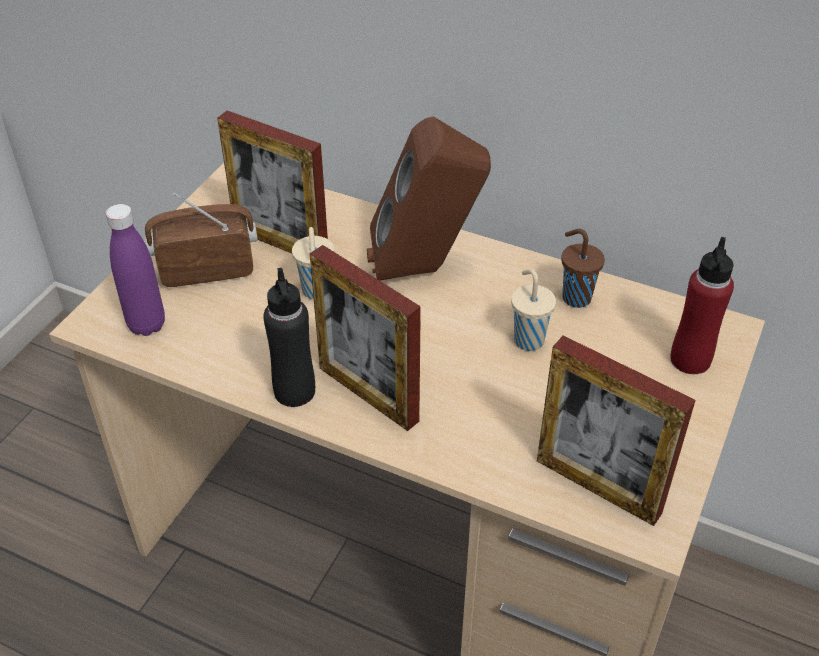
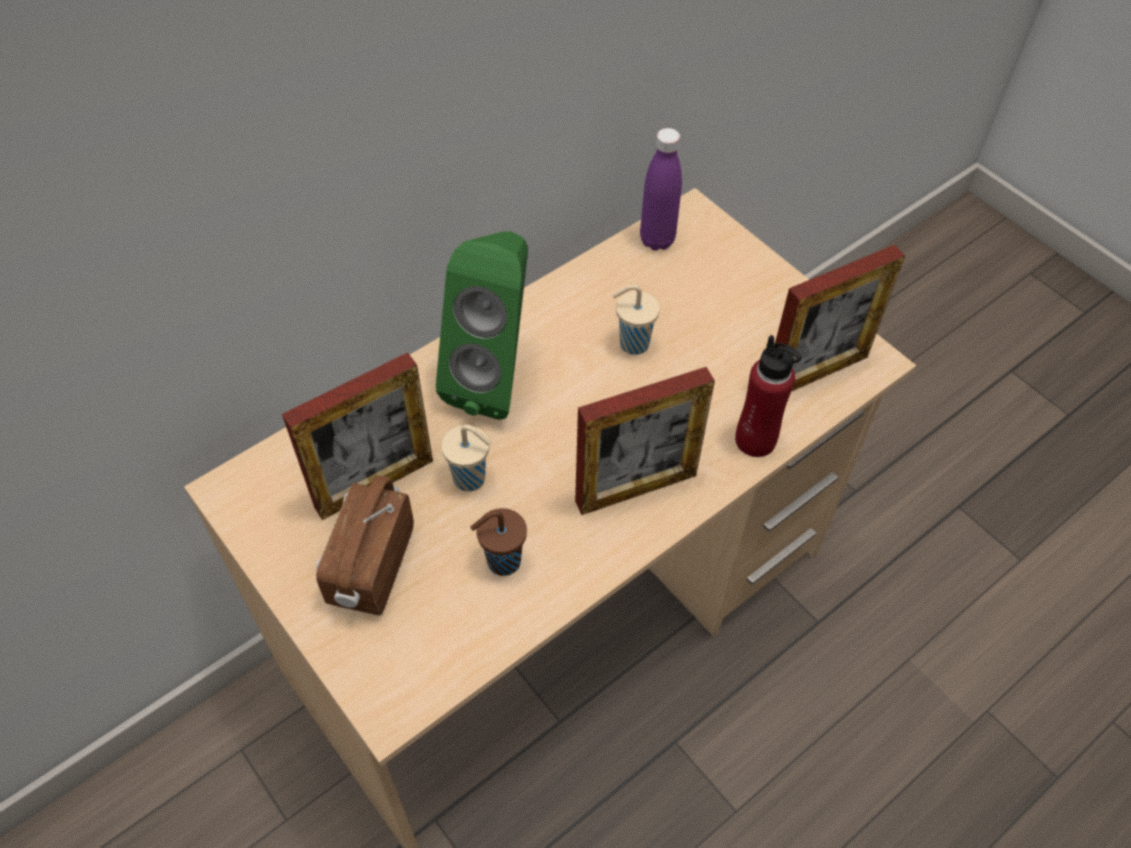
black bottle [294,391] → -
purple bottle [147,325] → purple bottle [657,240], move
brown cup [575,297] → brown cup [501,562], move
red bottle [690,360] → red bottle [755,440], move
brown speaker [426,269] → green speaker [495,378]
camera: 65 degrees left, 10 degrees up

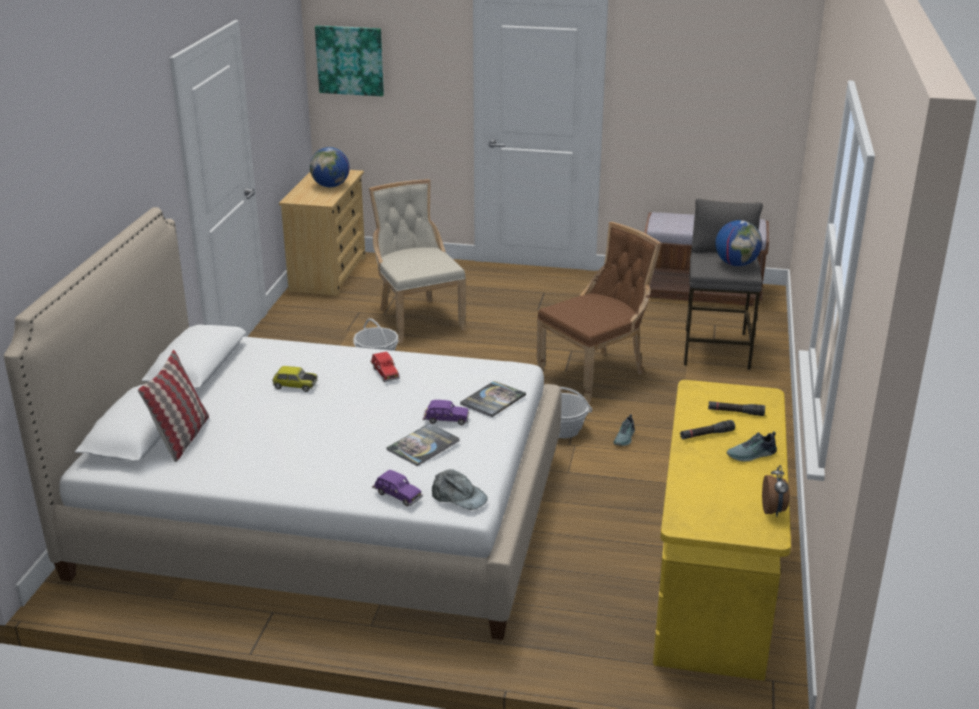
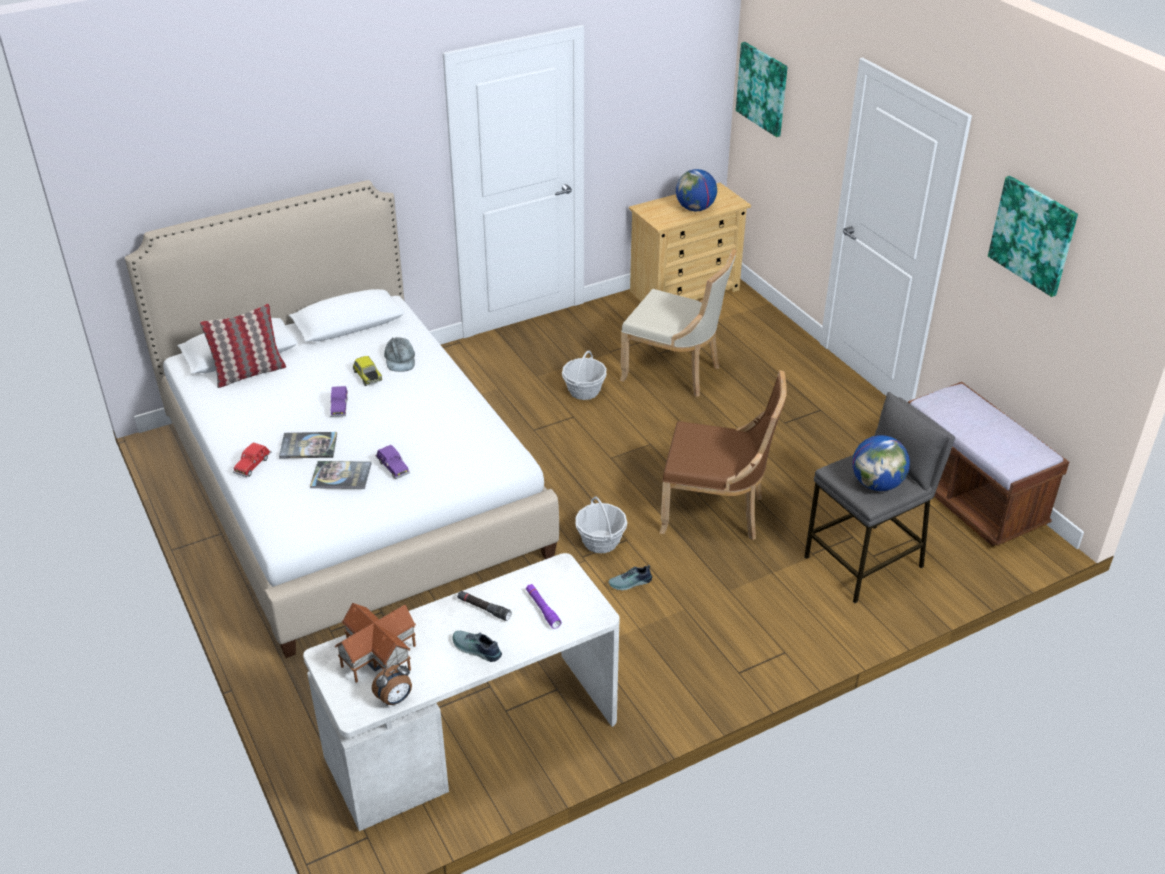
- → toy house [378,657]
- → picture [1033,235]
red toy car [385,373] → red toy car [253,465], move
purple toy car [397,496] → purple toy car [339,407], move
grey cap [459,497] → grey cap [400,359], move
book [493,400] → book [308,446], move
yellow desk [715,579] → white desk [473,739]
black flashlight [735,412] → purple flashlight [542,609]
beige chair [417,319] → beige chair [675,373], 90 degrees clockwise
camera: 50 degrees right, 10 degrees up

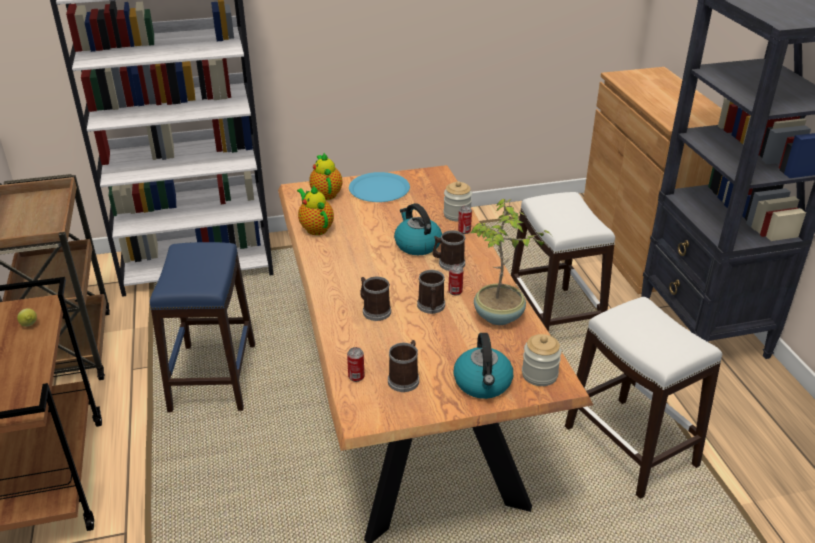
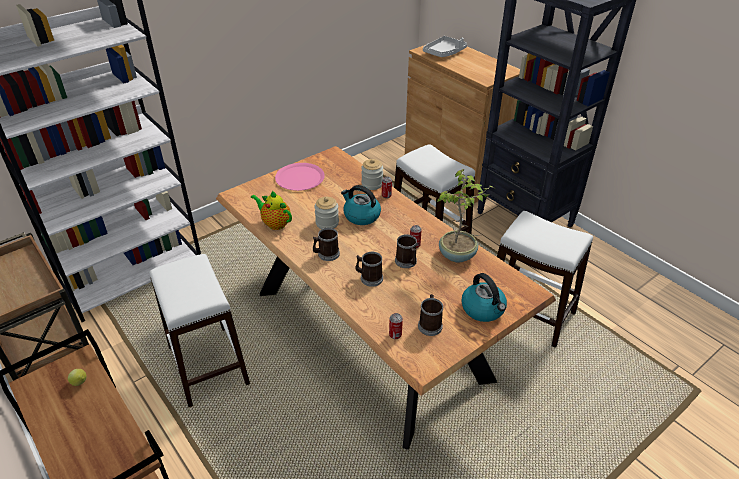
teapot [326,193] → -
- → grey tray [444,52]
mug [448,263] → mug [326,254], move
jar [539,375] → jar [327,223], move
blue stool [212,377] → white stool [207,365]
blue plate [379,189] → pink plate [299,178]
camera: 25 degrees left, 5 degrees up

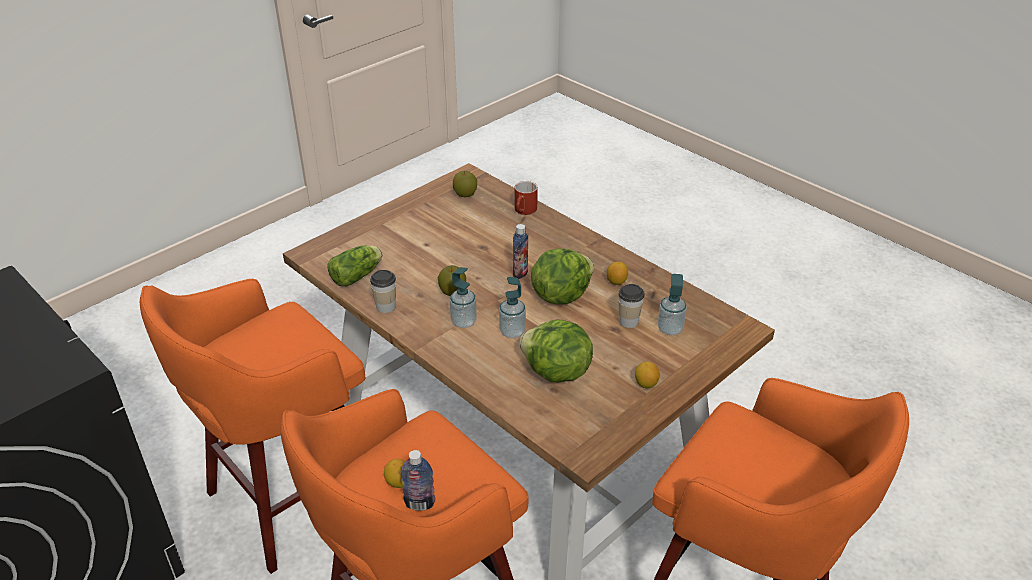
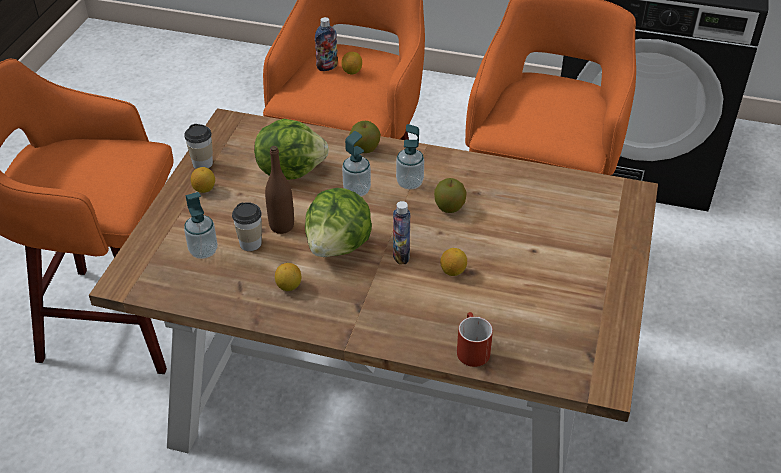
lettuce [358,275] → -
- → brown bottle [281,226]
- → lemon [453,271]
cup [386,307] → cup [202,163], move
apple [465,194] → apple [365,149], move
camera: 150 degrees right, 5 degrees up

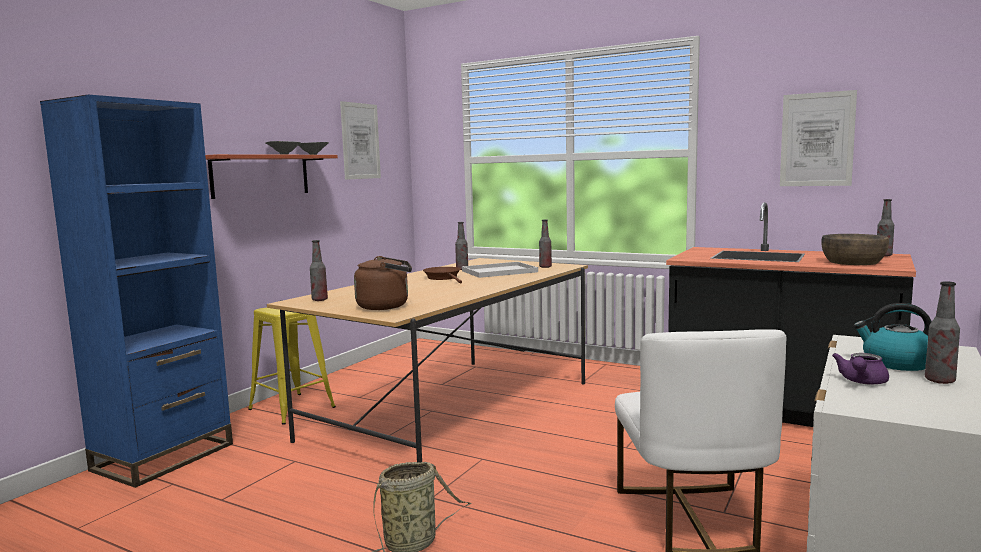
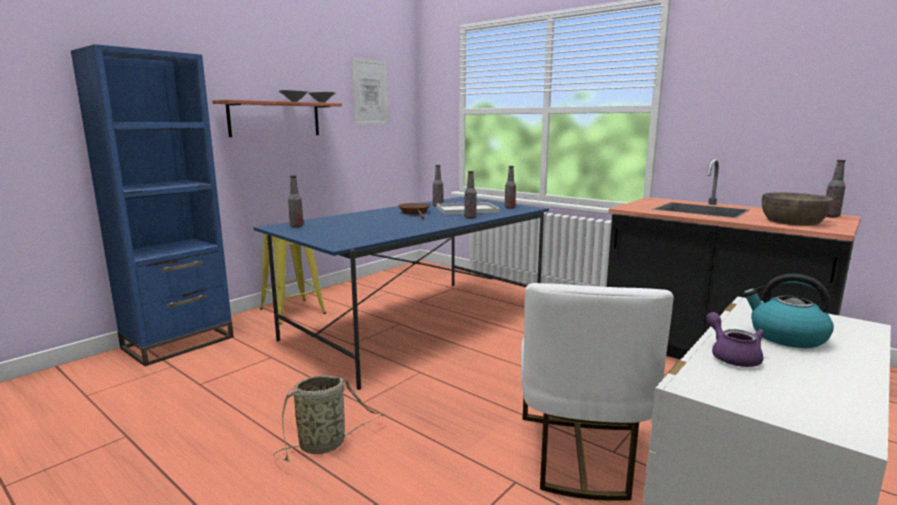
brown kettle [386,306] → -
picture [817,139] → -
bottle [939,380] → bottle [470,218], move
beige dining table [452,410] → blue dining table [417,325]
purple teapot [861,382] → purple teapot [732,356], 120 degrees clockwise
camera: 10 degrees right, 5 degrees up

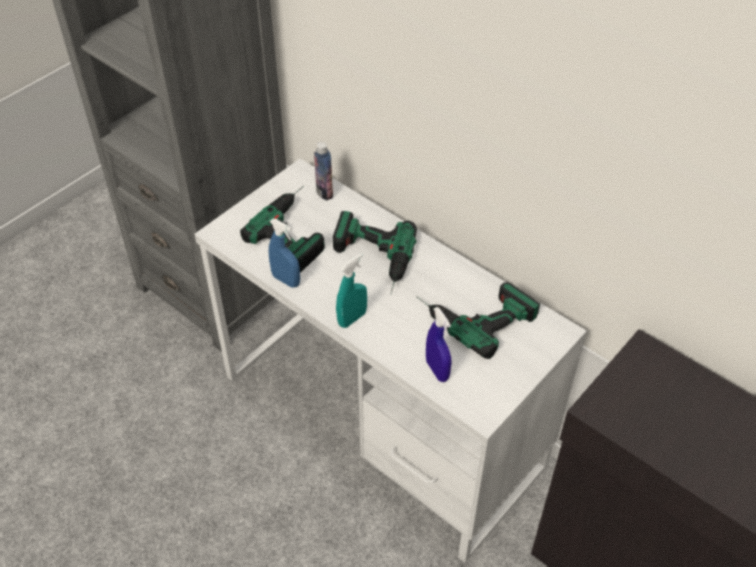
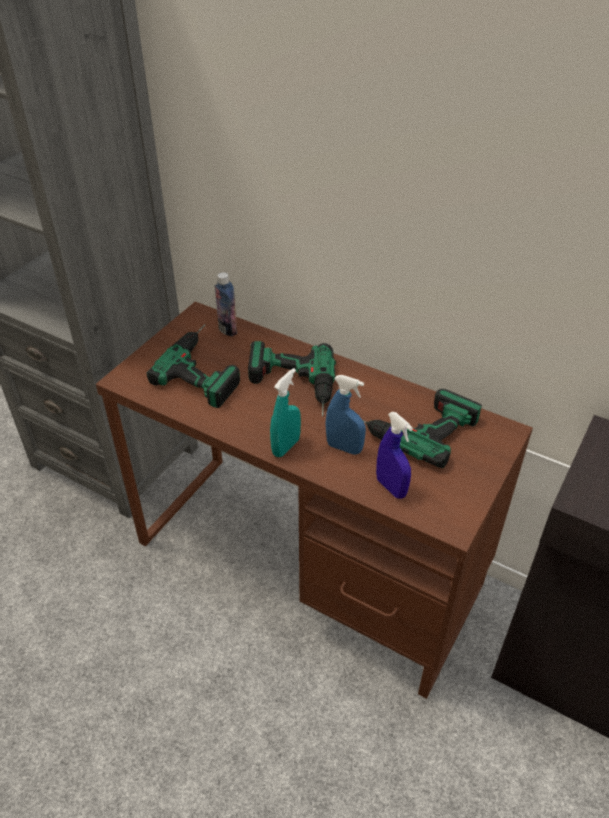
blue spray bottle [286,280] → blue spray bottle [344,448], move
white desk [381,420] → brown desk [307,563]
camera: 10 degrees left, 5 degrees down

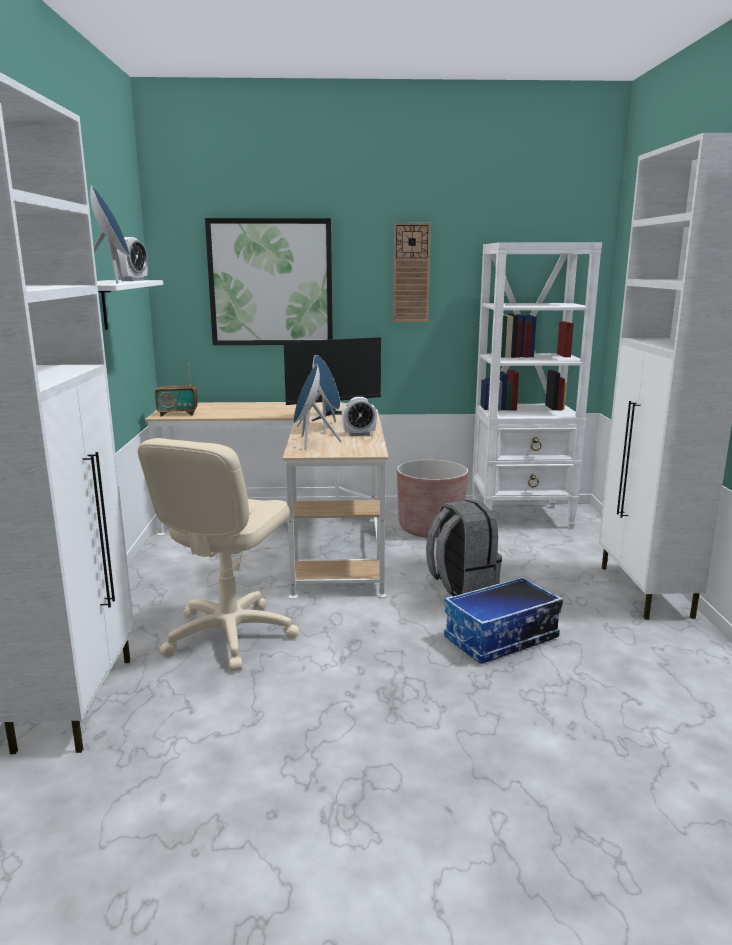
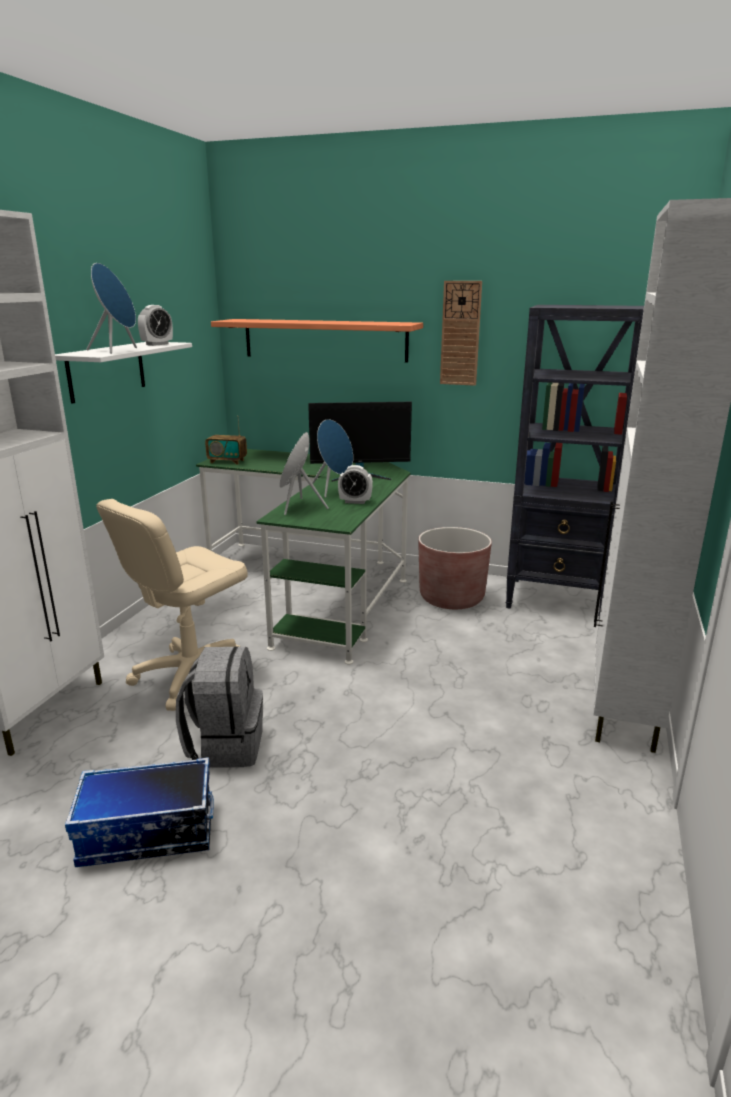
grey backpack [461,585] → grey backpack [225,745], move
storage box [501,639] → storage box [147,834], move
picture [271,283] → shelf [324,340]
beige desk [292,536] → green desk [317,586]
white bookcase [522,517] → black bookcase [557,599]
camera: 20 degrees right, 5 degrees up

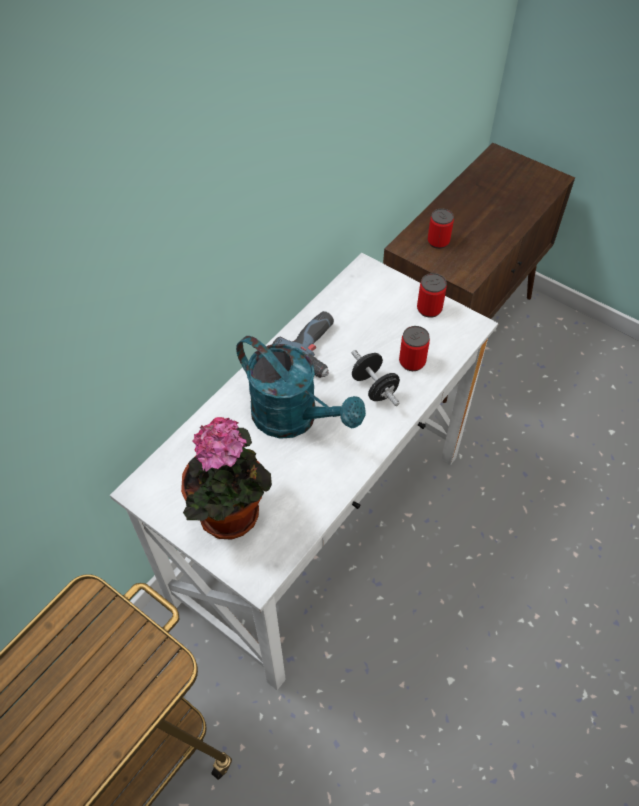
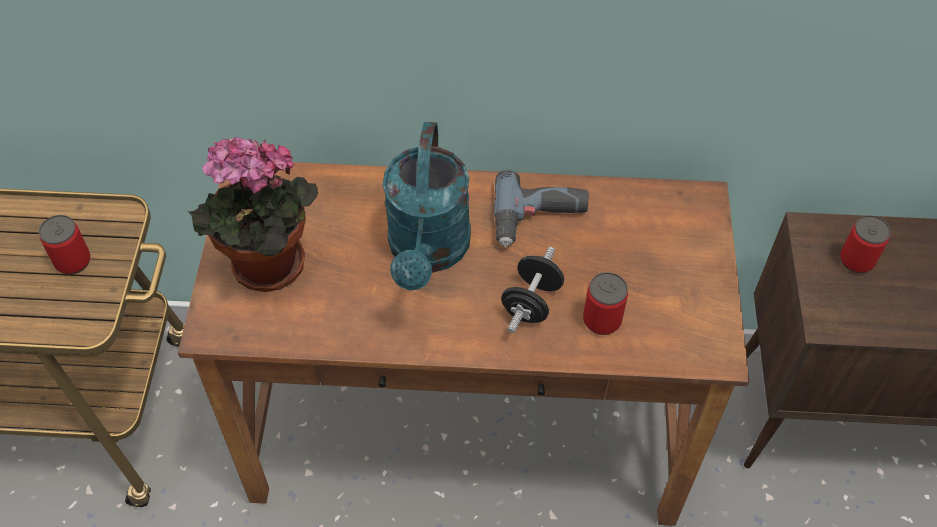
can [429,309] → can [73,261], move
white desk [319,525] → brown desk [467,427]
camera: 55 degrees right, 0 degrees up

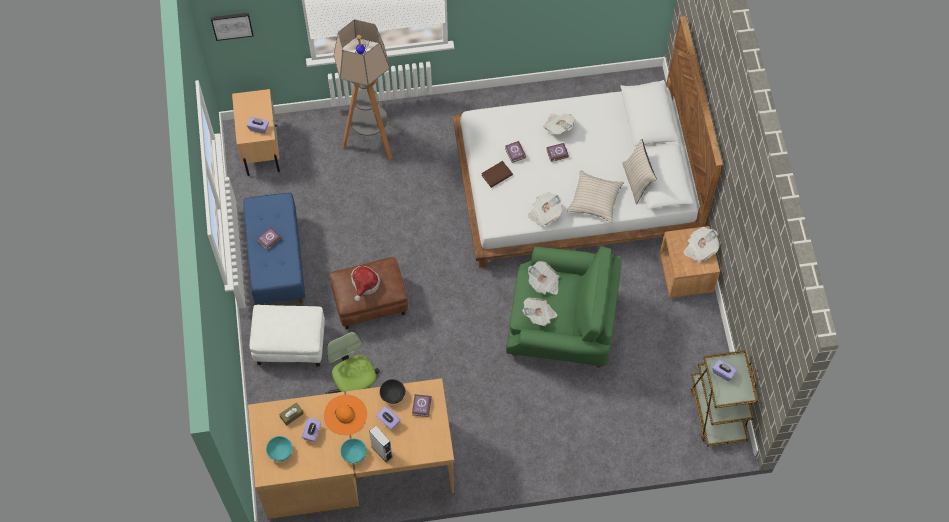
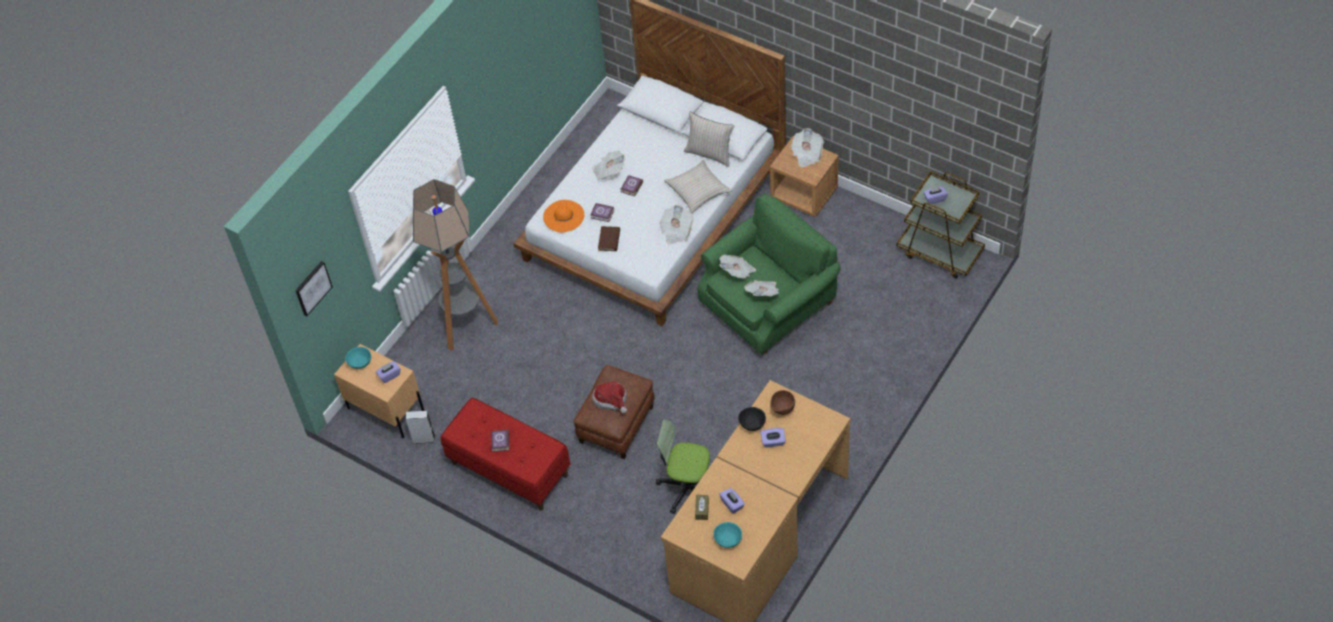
white ottoman [290,343] → -
orange hat [345,415] → orange hat [563,216], move
turquoise bowl [354,454] → turquoise bowl [360,363], move
grey speaker [382,451] → grey speaker [424,439], move
book [421,407] → brown bowl [782,410]
blue bench [277,261] → red bench [509,469]
camera: 45 degrees left, 10 degrees down

